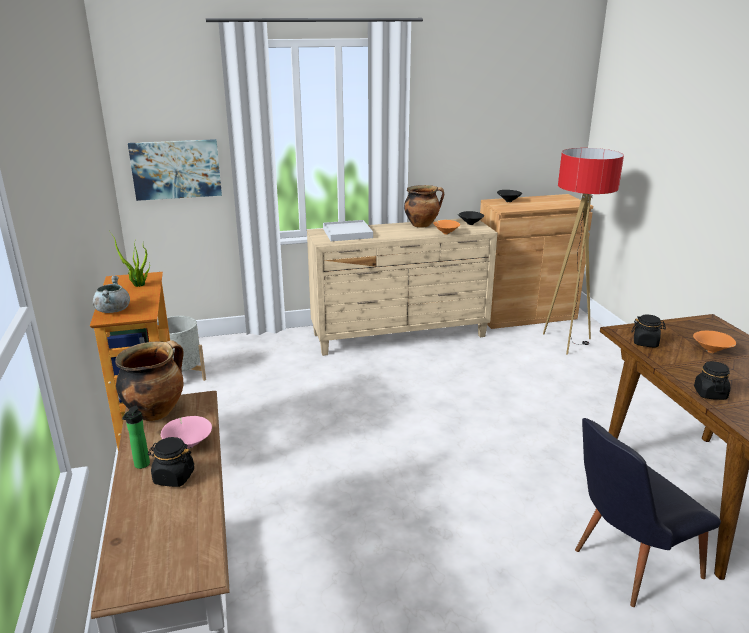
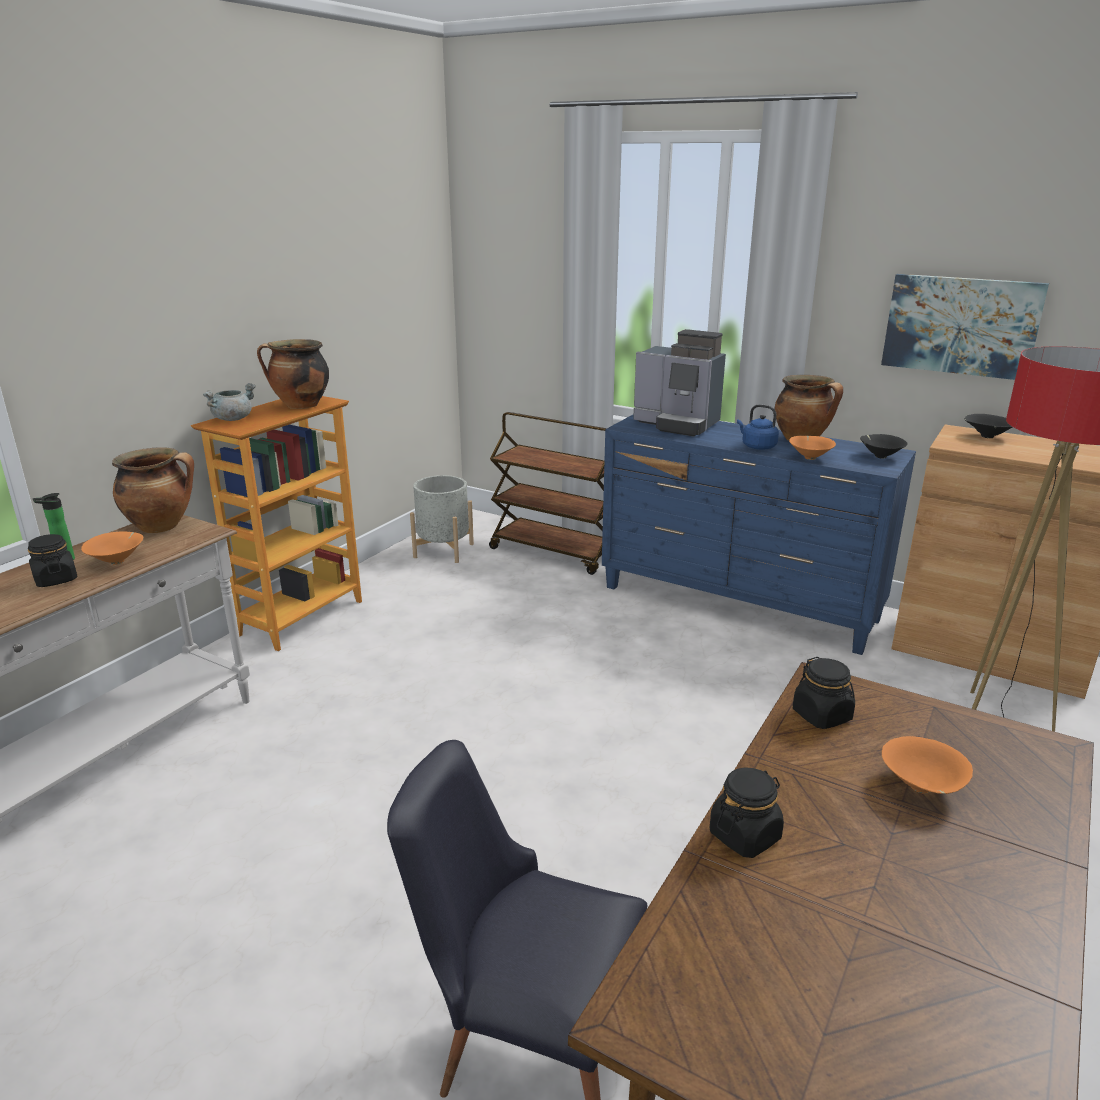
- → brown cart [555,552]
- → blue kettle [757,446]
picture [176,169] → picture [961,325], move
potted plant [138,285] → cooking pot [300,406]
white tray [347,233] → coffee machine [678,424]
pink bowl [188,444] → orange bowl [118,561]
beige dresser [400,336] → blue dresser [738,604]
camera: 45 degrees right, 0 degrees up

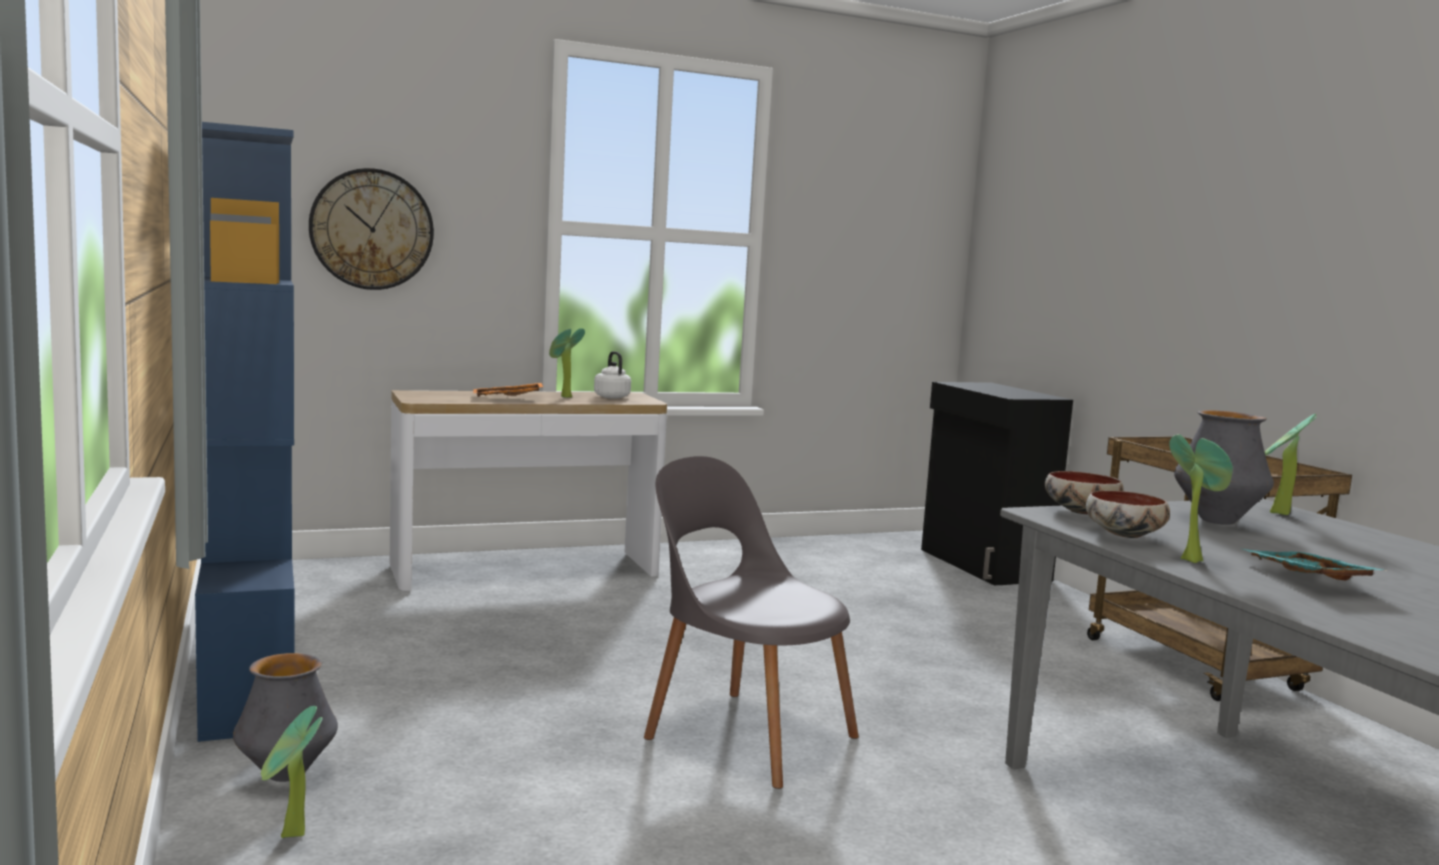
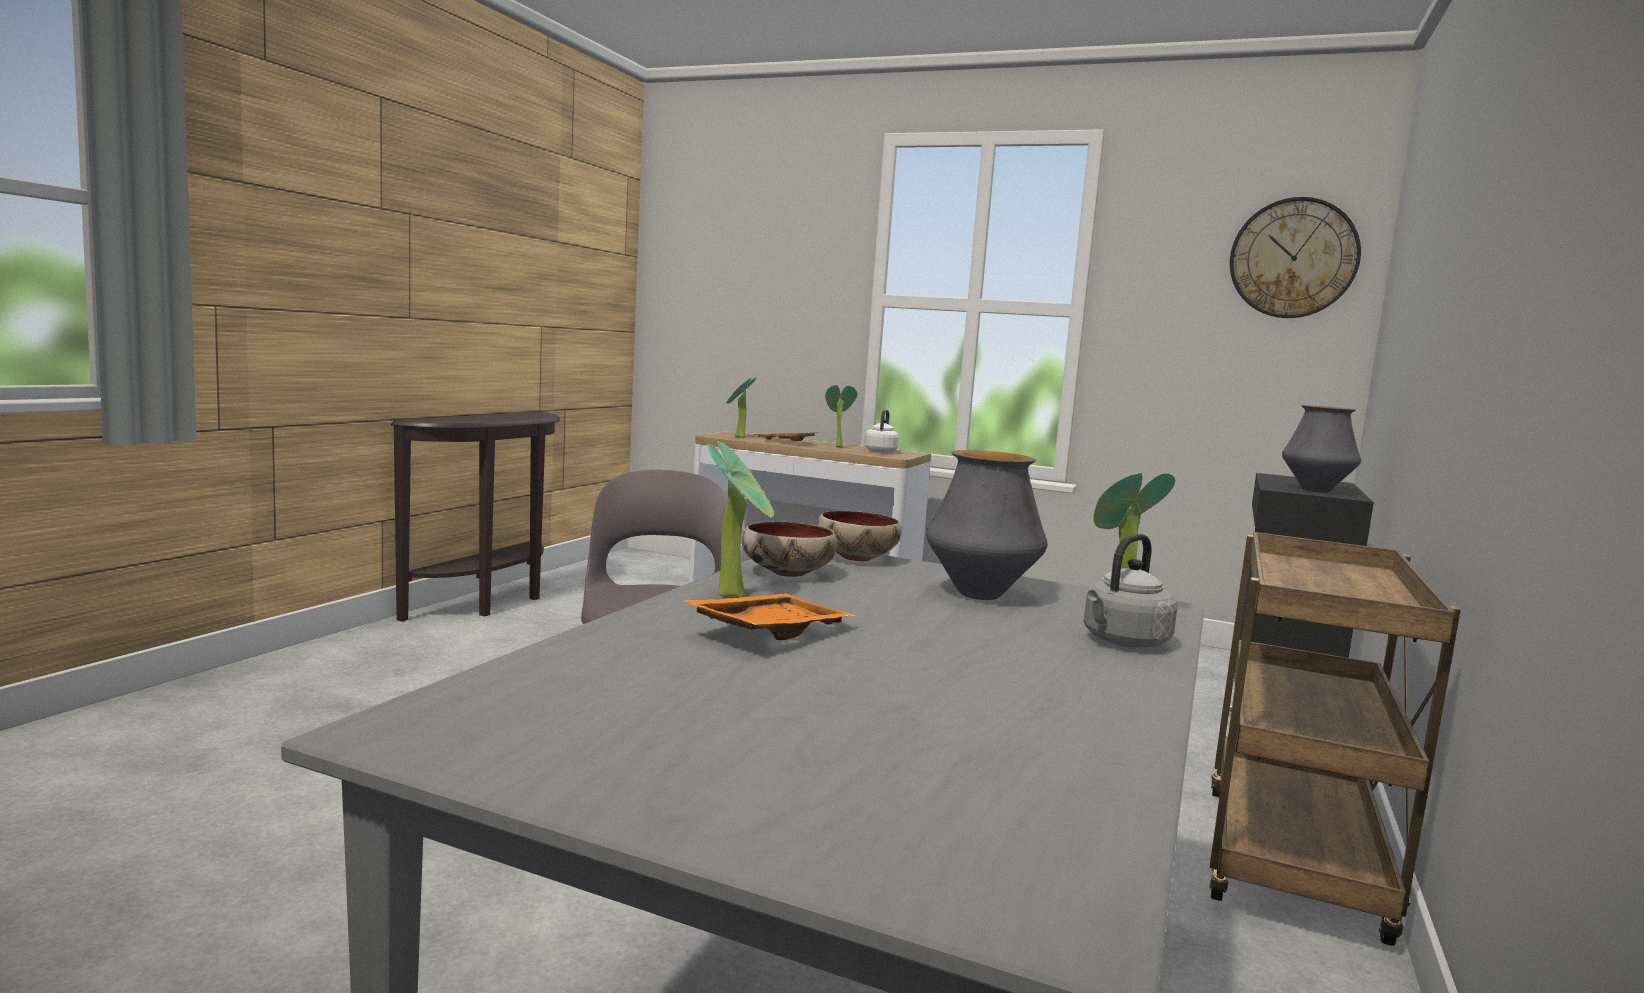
- → grey kettle [1123,642]
vase [285,774] → vase [1315,490], move
potted plant [290,837] → potted plant [738,437], move
wall clock [371,229] → wall clock [1293,258], move
blue bookcase [246,676] → brown console table [491,602]
turquoise tray [1305,578] → orange tray [767,631]
camera: 45 degrees right, 0 degrees up

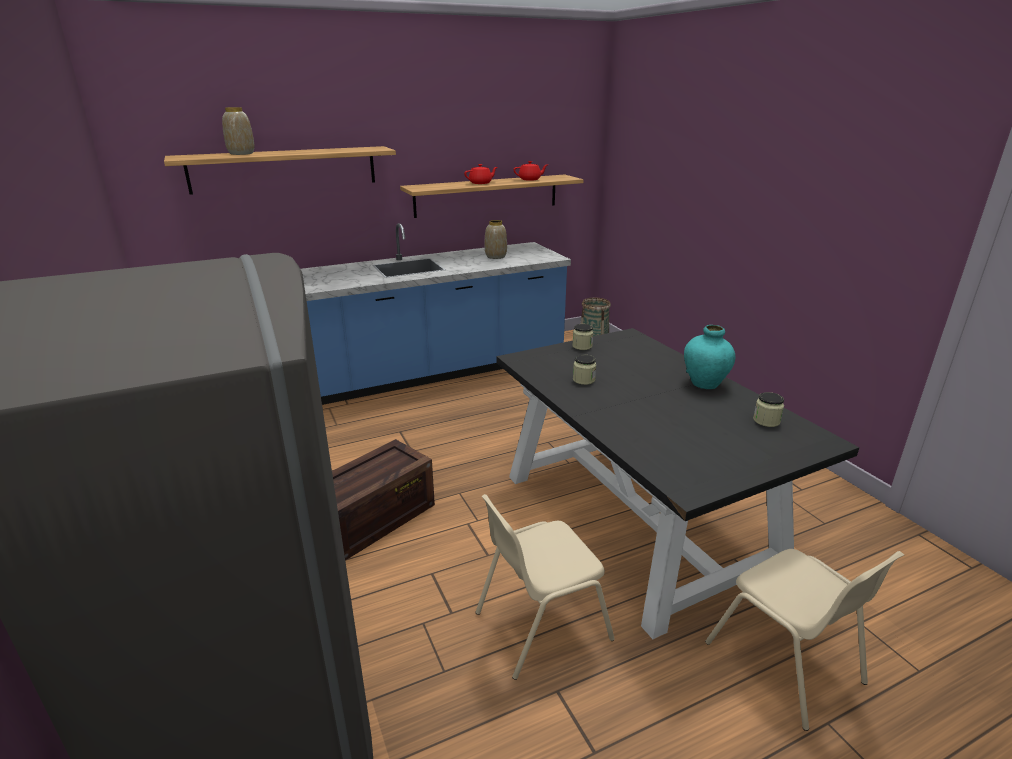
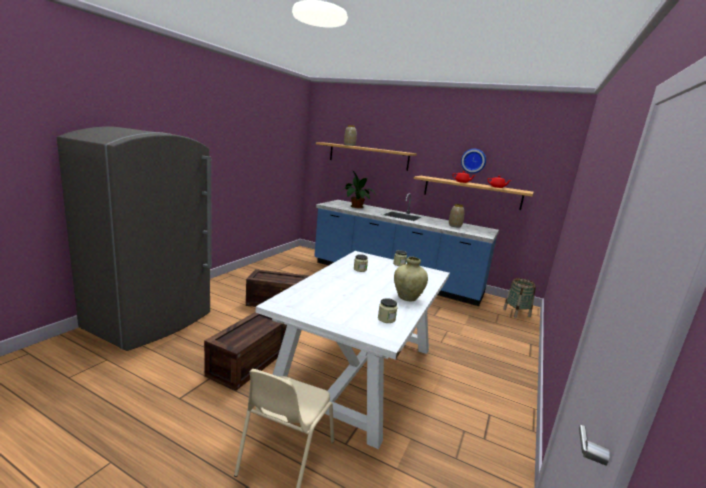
- → potted plant [355,206]
- → wall clock [473,161]
beige chair [540,625] → crate [247,362]
black dining table [635,519] → white dining table [358,370]
turquoise vase [704,384] → beige vase [407,298]
camera: 50 degrees right, 10 degrees down

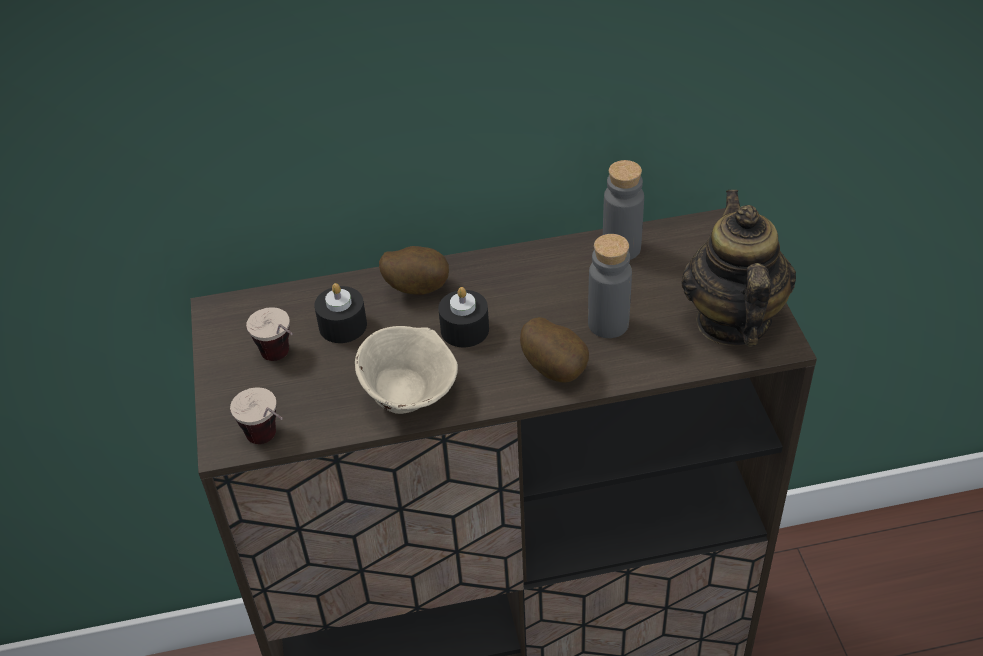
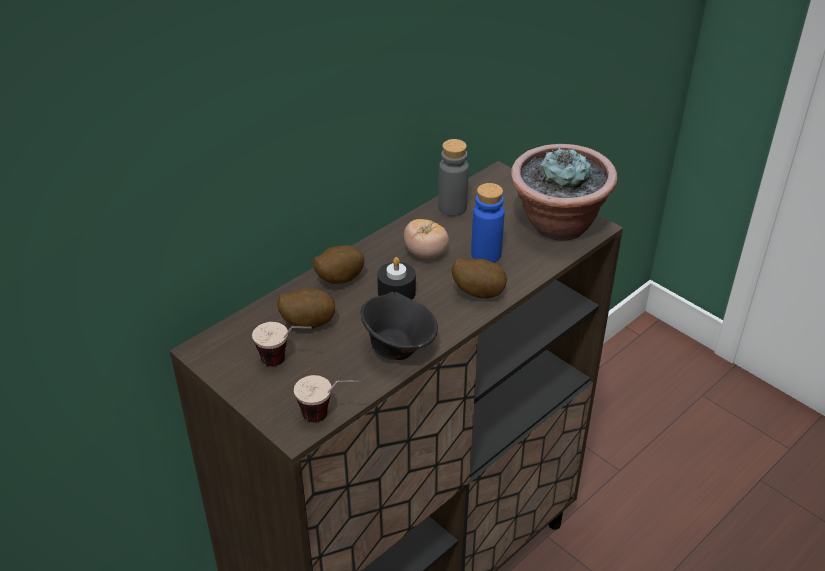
- → tomato [425,253]
black candle [343,325] → potato [308,323]
teapot [732,321] → potted plant [557,225]
beige bowl [409,396] → black bowl [398,347]
grey bottle [608,324] → blue bottle [486,254]
camera: 35 degrees left, 5 degrees down

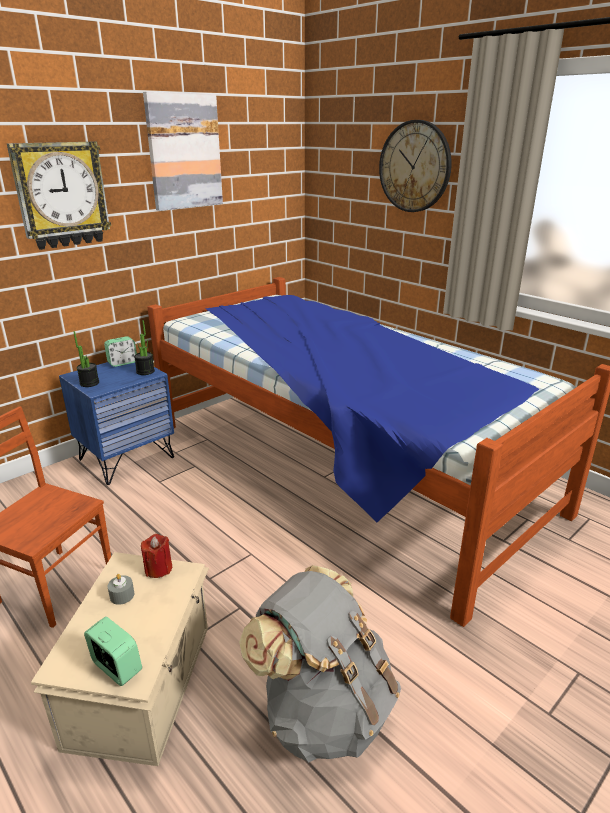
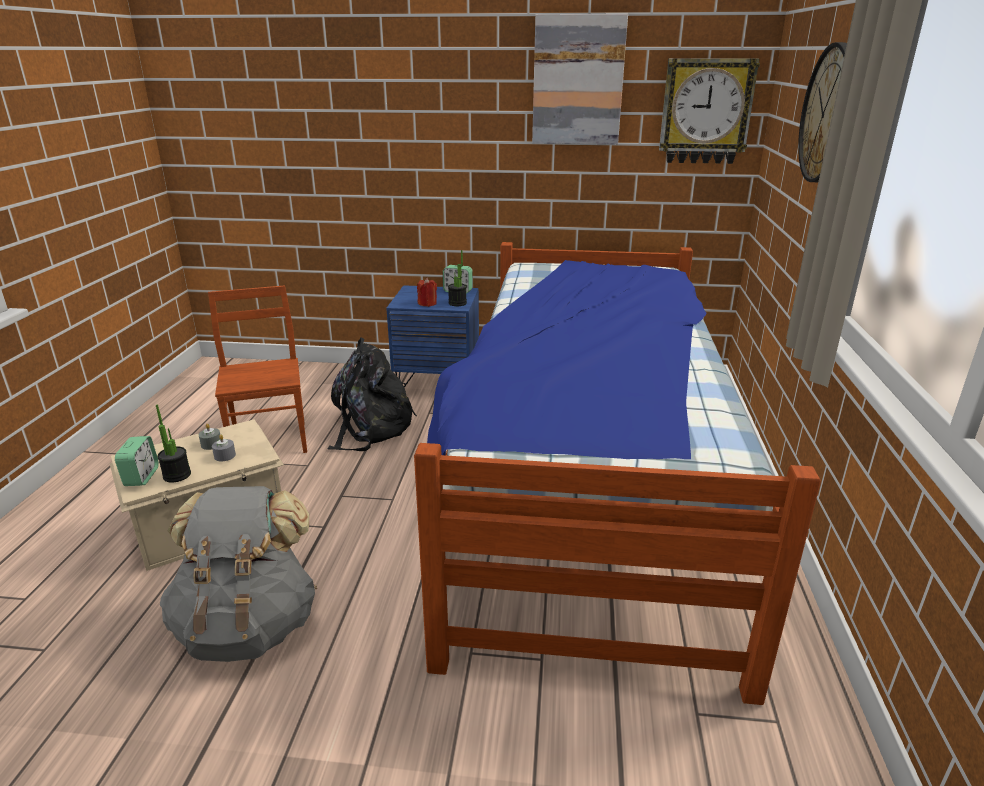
- → grey candle [225,456]
- → black backpack [370,427]
wall clock [61,195] → wall clock [705,112], move
potted plant [89,383] → potted plant [177,475], move
red candle [158,569] → red candle [427,303], move
camera: 50 degrees right, 0 degrees up

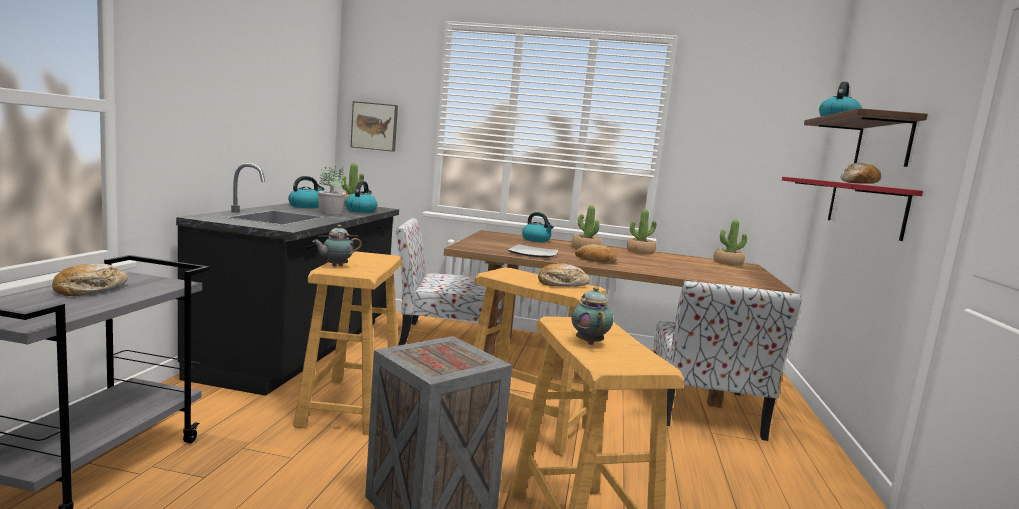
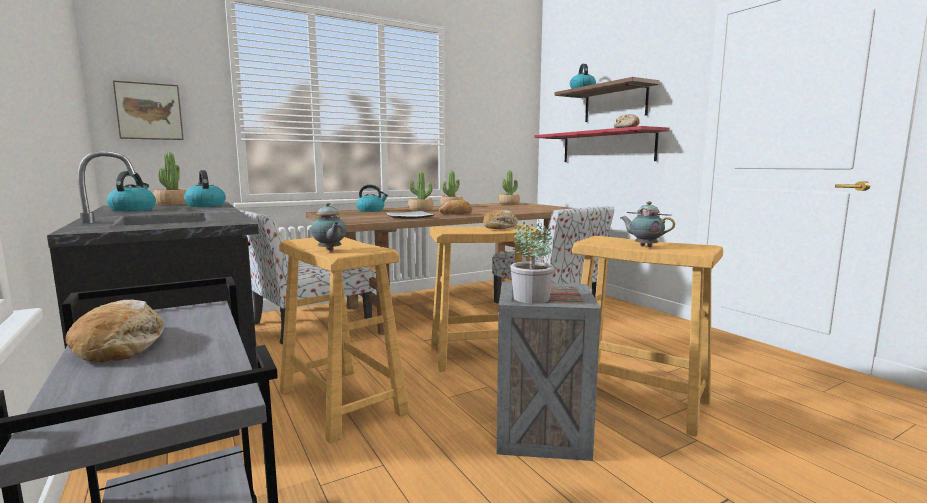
potted plant [331,212] → potted plant [530,298], move
teapot [335,266] → teapot [330,250], 45 degrees counterclockwise
camera: 40 degrees left, 0 degrees up

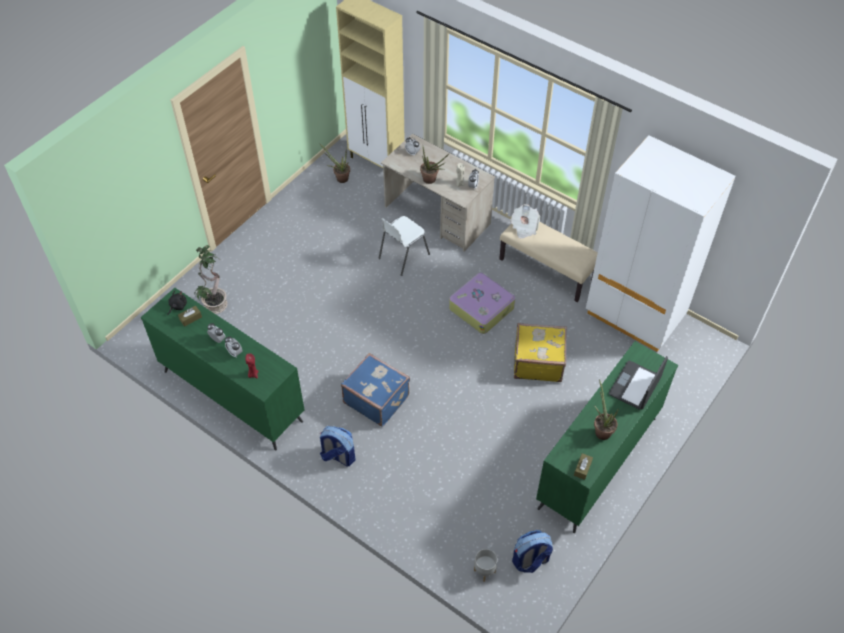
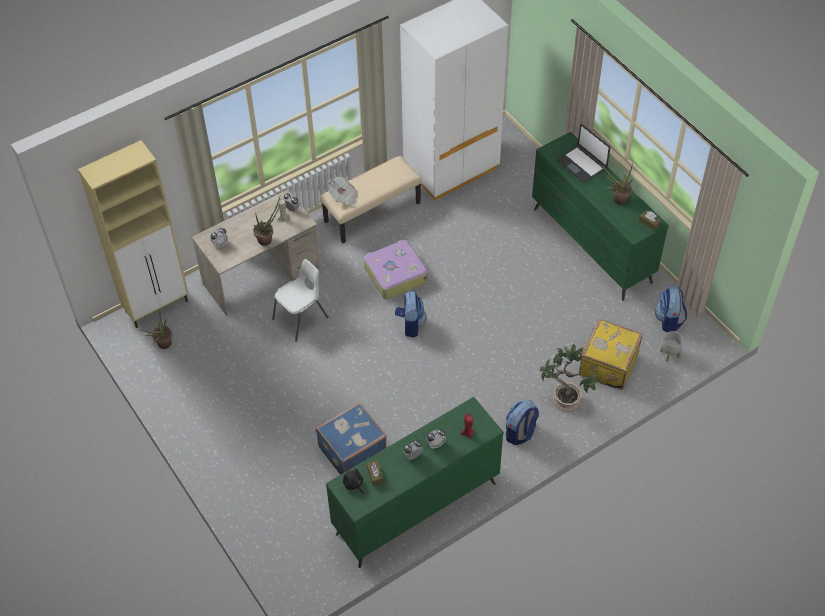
- → backpack [410,324]
potted plant [214,304] → potted plant [565,401], move
blue suitcase [376,398] → blue suitcase [351,450], move
yellow suitcase [537,362] → yellow suitcase [607,364], move
white chair [403,256] → white chair [301,318], 105 degrees counterclockwise
camera: 70 degrees left, 0 degrees up

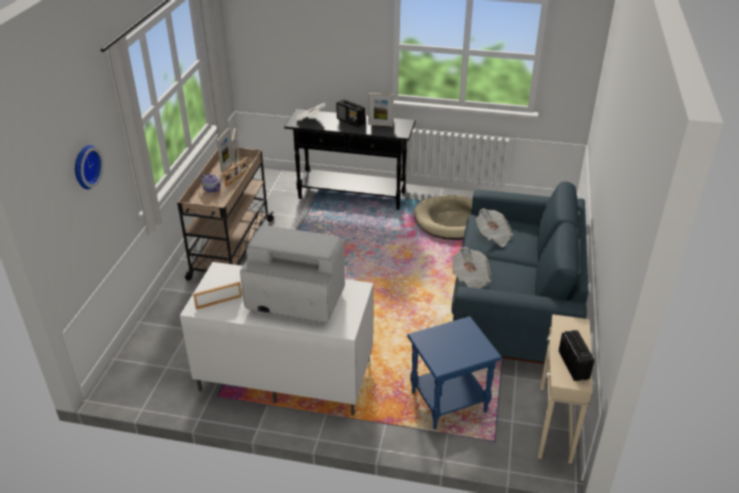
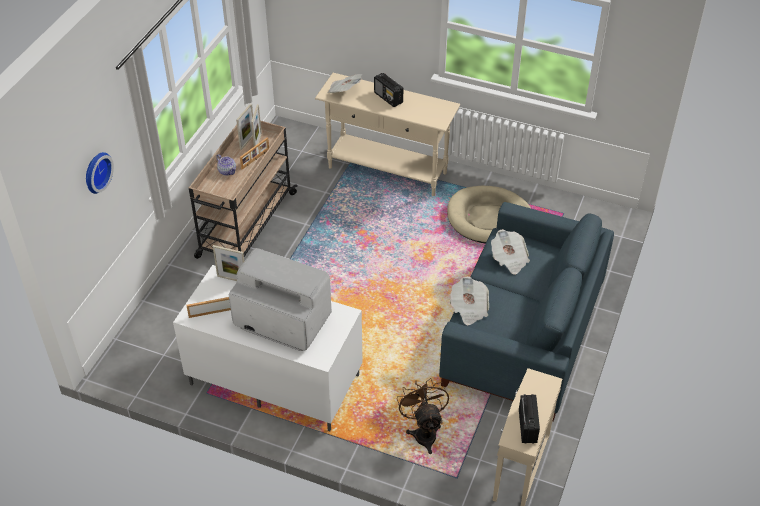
picture frame [380,125] → picture frame [232,279], move
blue side table [448,403] → brown fan [424,432]
black console table [352,195] → beige console table [387,171]
camera: 10 degrees right, 10 degrees up

